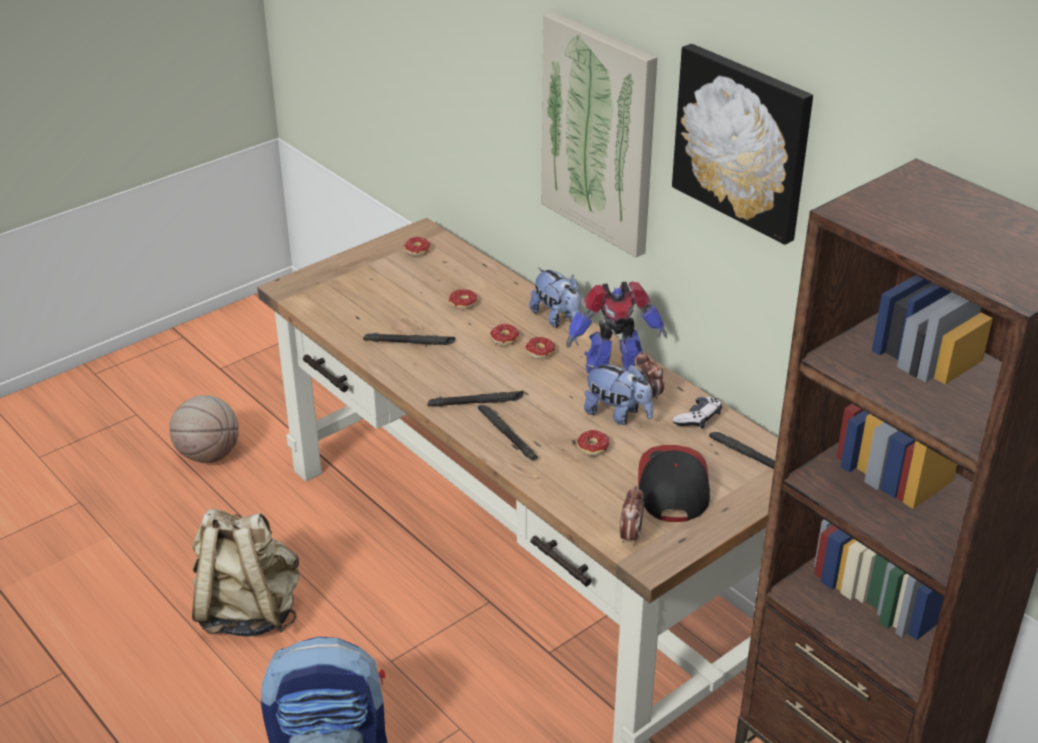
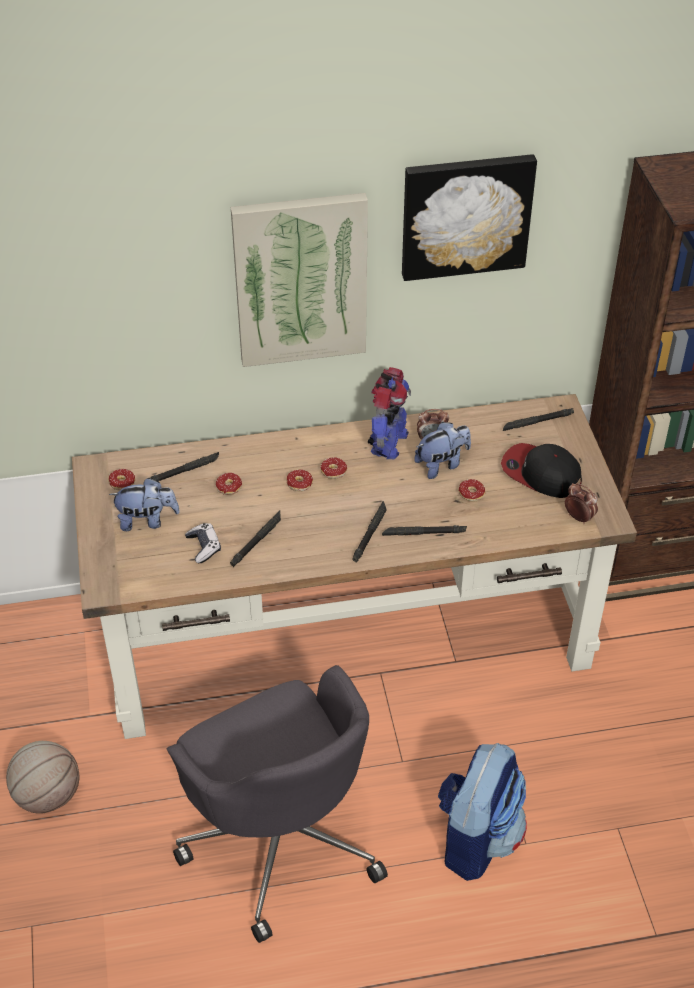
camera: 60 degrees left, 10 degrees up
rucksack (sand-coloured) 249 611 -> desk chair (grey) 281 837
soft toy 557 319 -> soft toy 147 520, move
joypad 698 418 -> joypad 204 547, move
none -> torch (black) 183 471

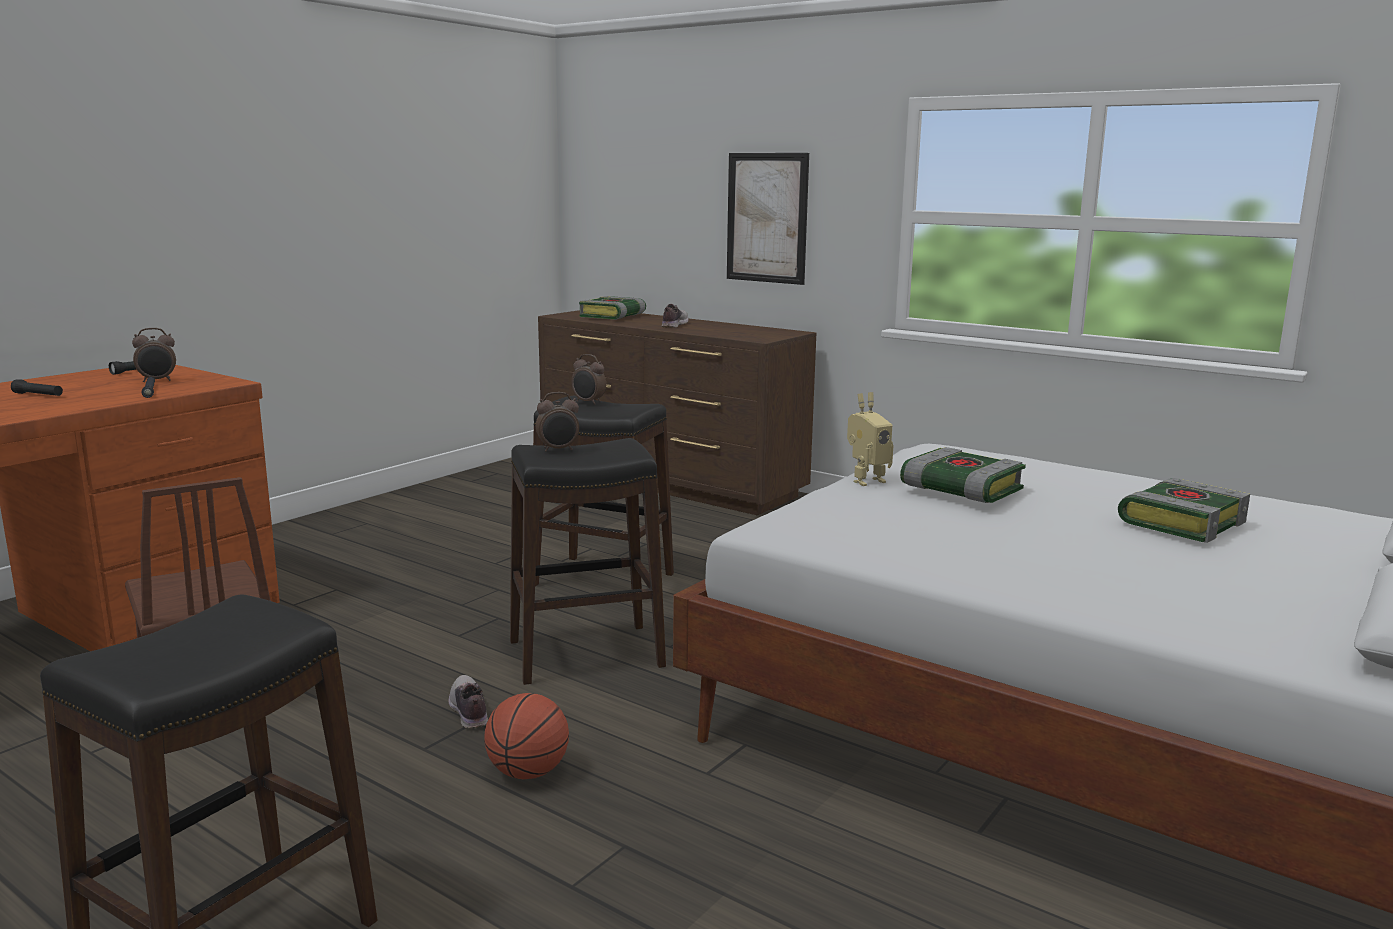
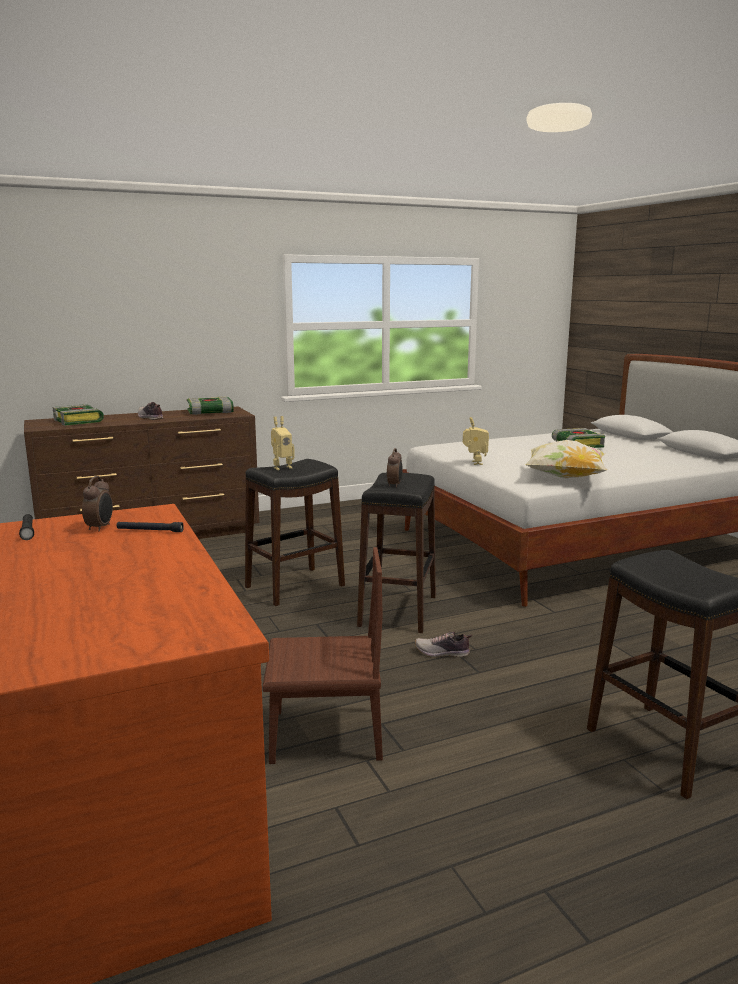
camera: 60 degrees left, 0 degrees up
torch (black) 38 395 -> none
basketball 528 773 -> none
bedside clock 588 402 -> robot figure 281 467
picture 767 218 -> none
book 959 489 -> book 209 412, move
none -> cushion 565 478

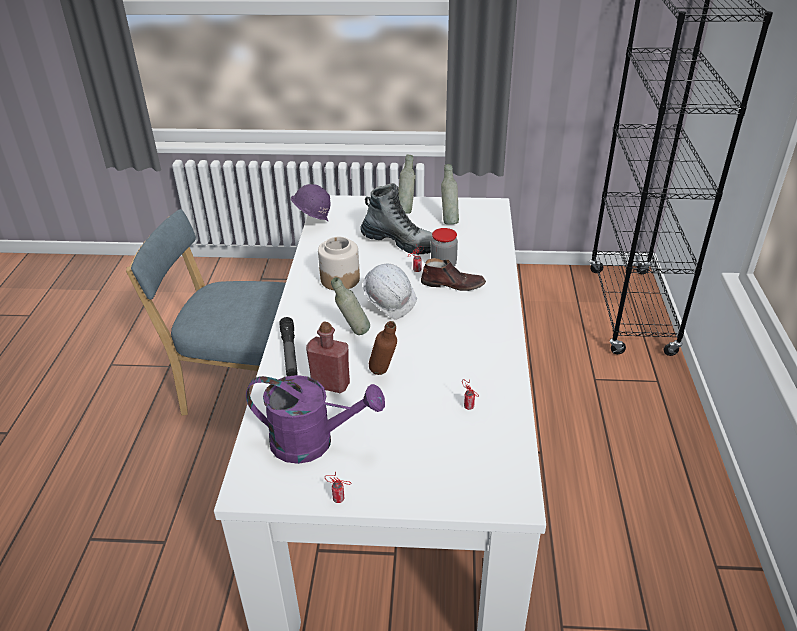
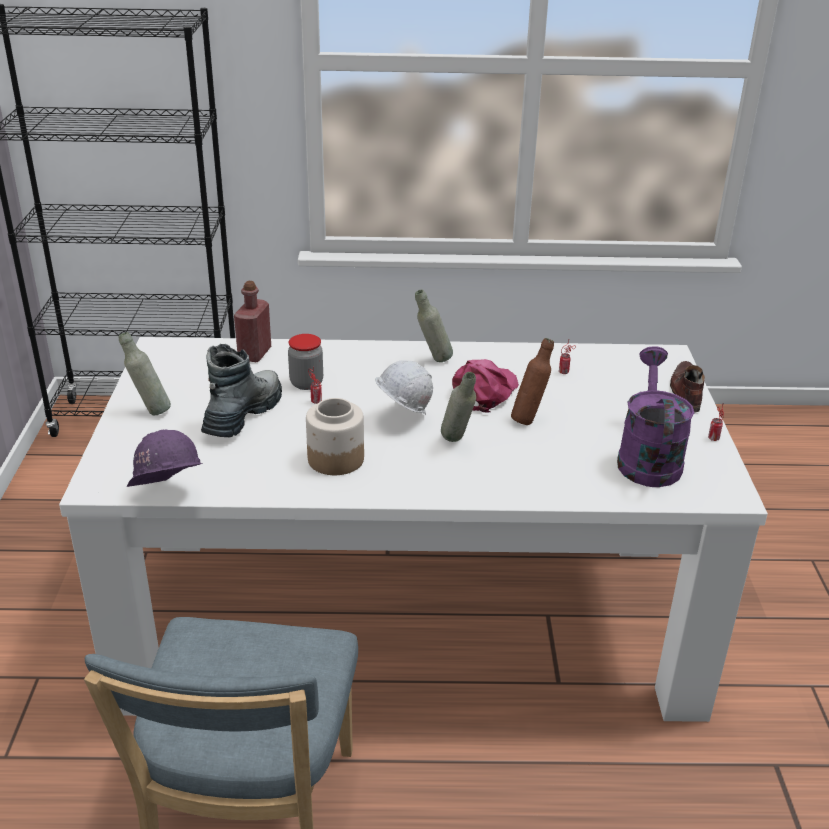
camera: 95 degrees left, 5 degrees down
torch 289 352 -> none
beverage bottle (red-coloured) 330 384 -> beverage bottle (red-coloured) 254 354, move
item of footwear (brown) 453 284 -> item of footwear (brown) 685 392, move
beverage bottle (grey) 449 221 -> beverage bottle (grey) 433 361, move
none -> cap (pink-coloured) 484 392

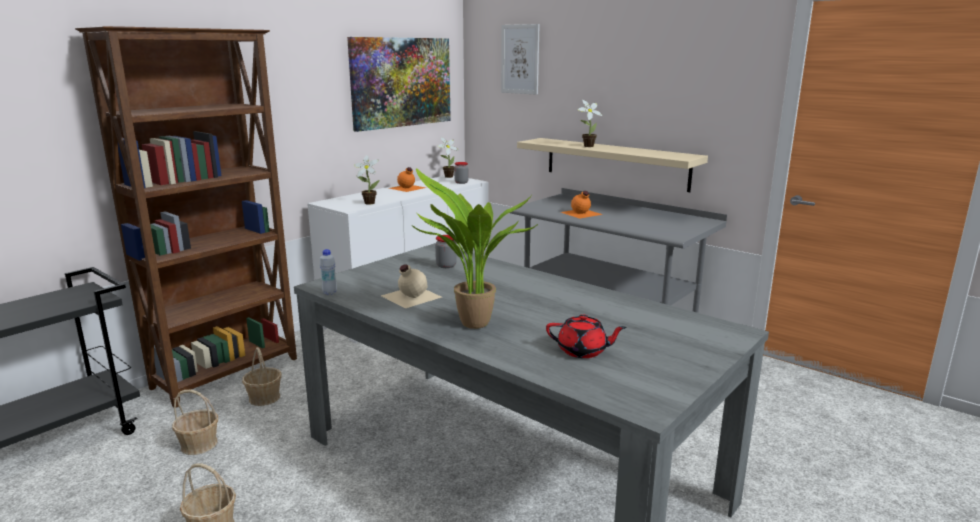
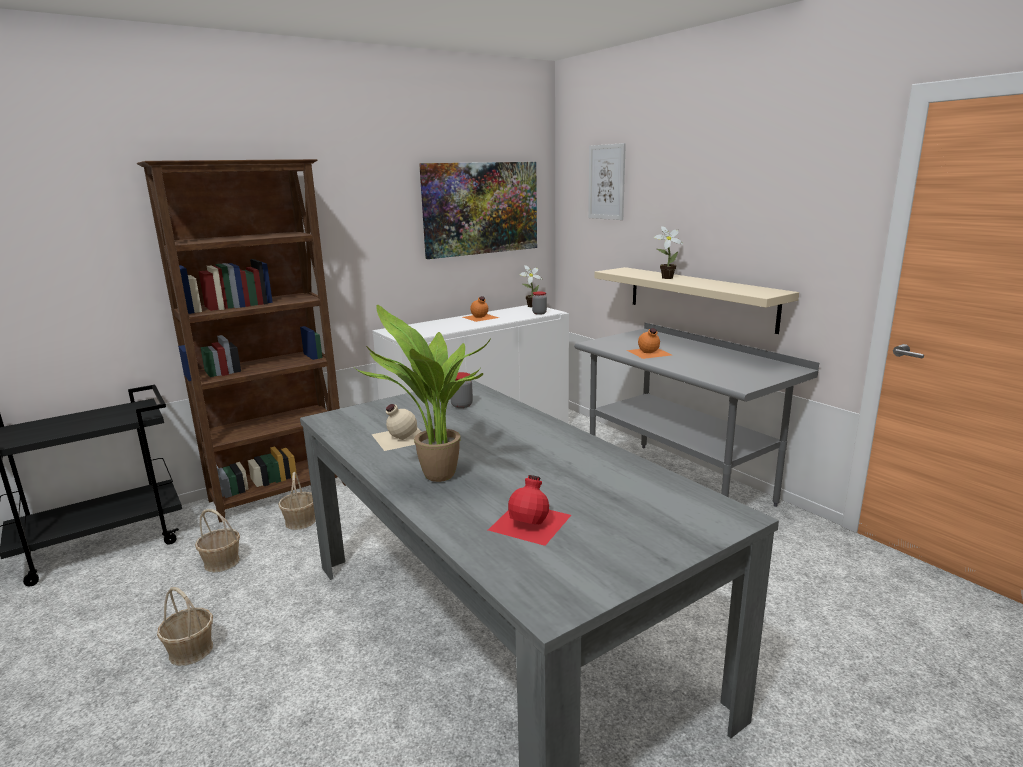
camera: 15 degrees right, 0 degrees up
beverage bottle (white) 329 292 -> none
plant in a pot 368 203 -> none
tea pot (red-coloured) 583 351 -> beverage bottle (red-coloured) 531 522

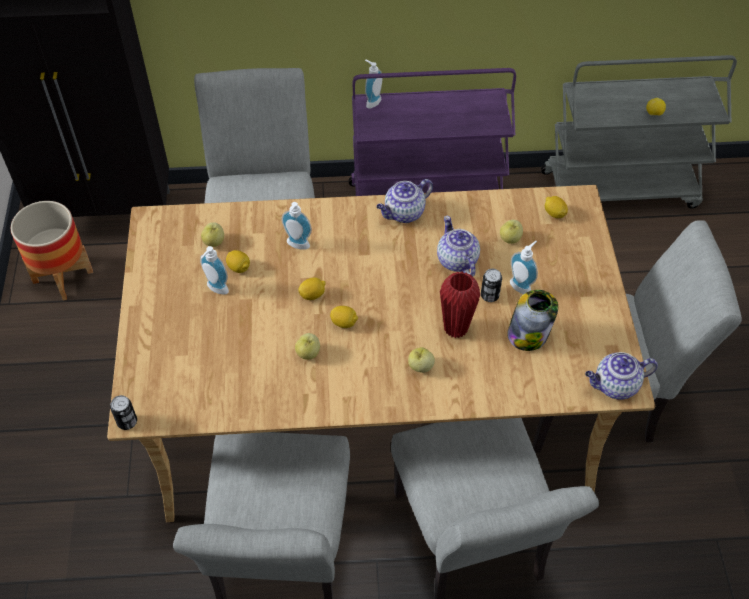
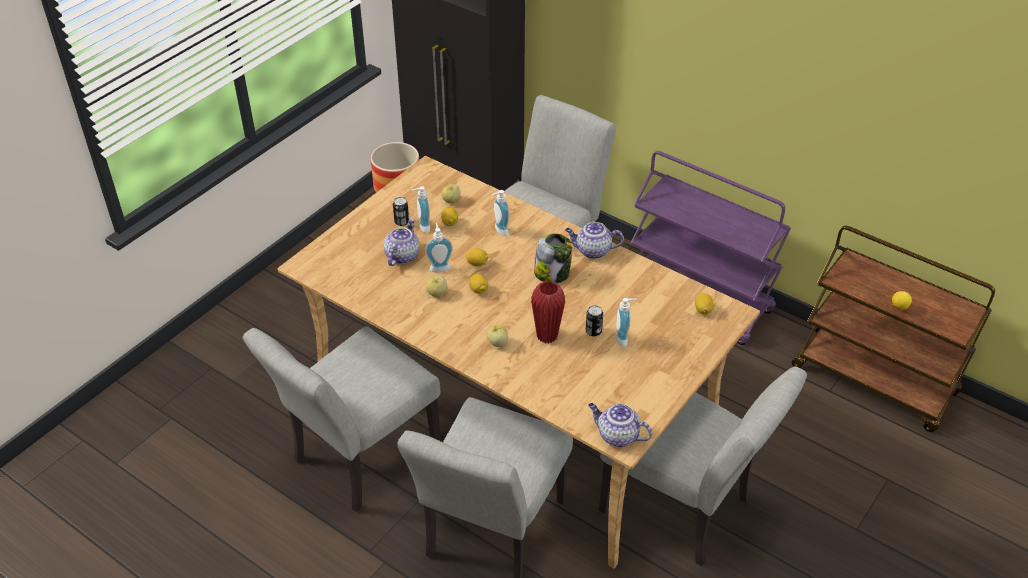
camera: 40 degrees right, 10 degrees down
can 127 422 -> can 401 222, move
soap dispenser 371 101 -> soap dispenser 439 267, move
tea pot 456 260 -> tea pot 402 255, move
apple fruit 510 239 -> none
jar 528 334 -> jar 552 273, move
trolley (grey) 620 188 -> trolley (brown) 875 380

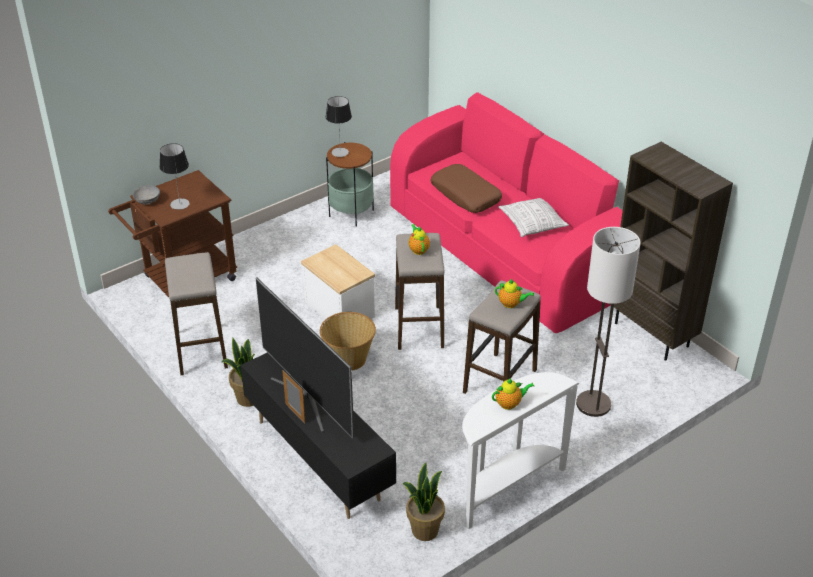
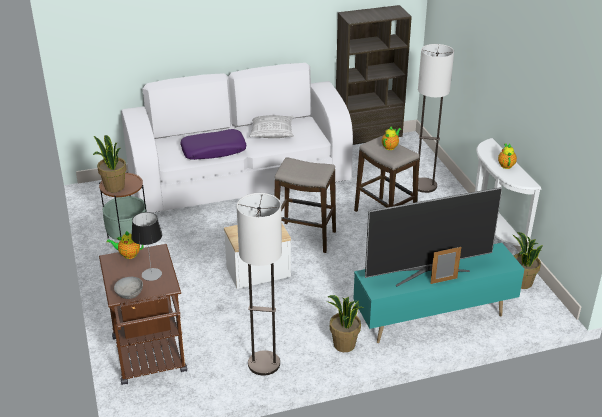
camera: 70 degrees left, 5 degrees down
stool 201 350 -> standing lamp 263 364
tv stand (black) 318 459 -> tv stand (blue-green) 433 319
storage basket 348 359 -> none
tabletop lamp 340 152 -> plant in a pot 114 187
settee (pink-coloured) 504 252 -> settee (white) 240 179
tea pot 418 249 -> tea pot 128 255, move
cushion (brown) 466 195 -> cushion (purplish) 213 150

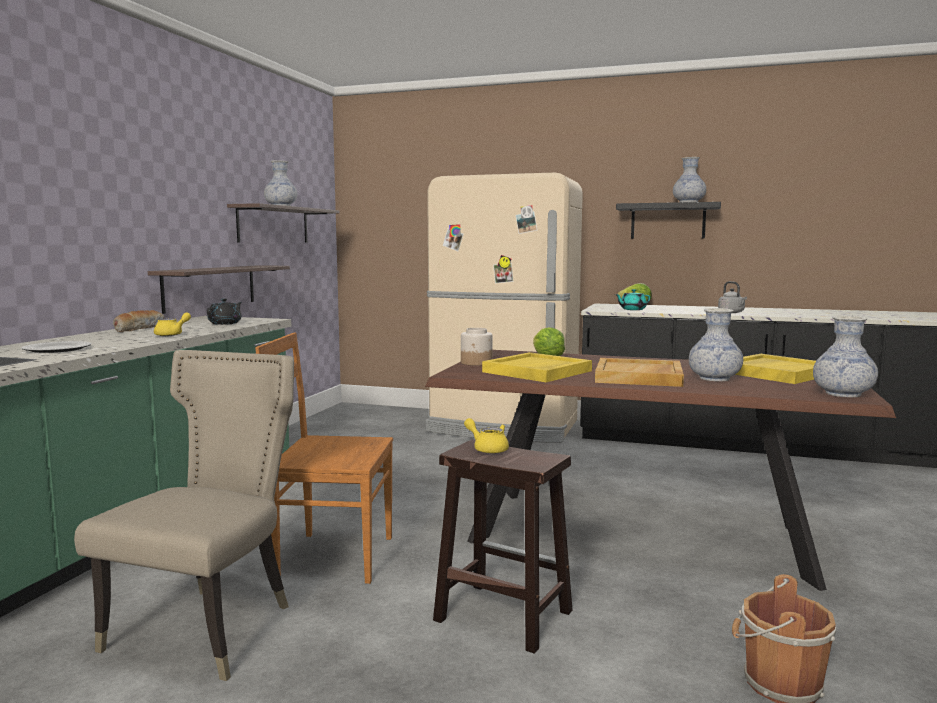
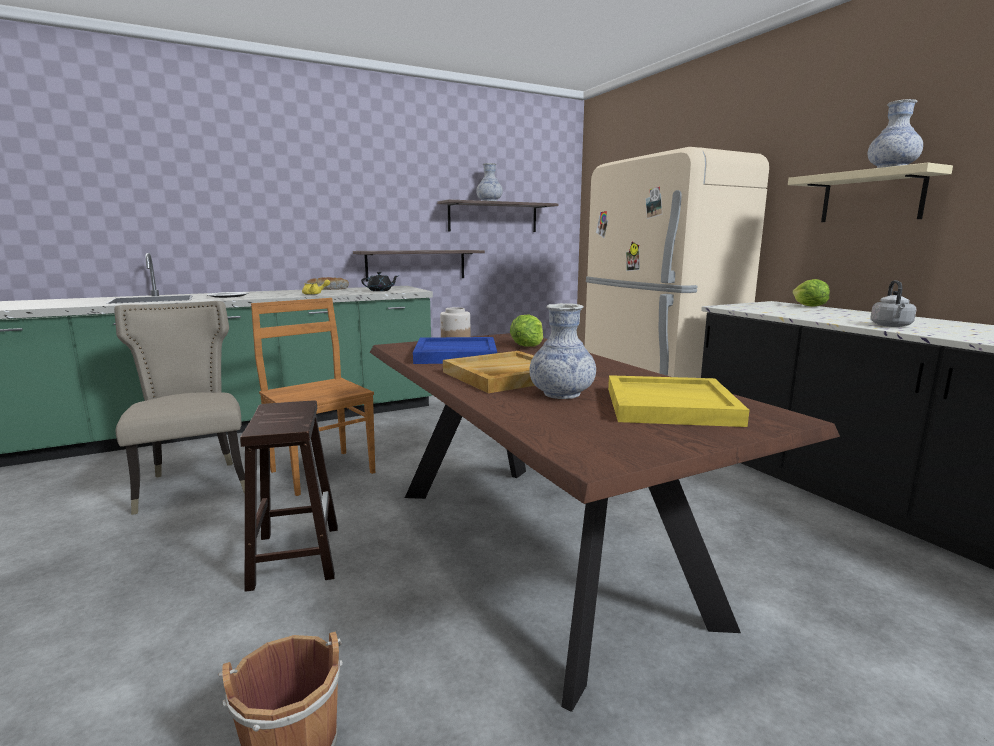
camera: 45 degrees right, 5 degrees up
upright chair (sand-coloured) 209 627 -> upright chair (sand-coloured) 194 484, 90 degrees counterclockwise
tea pot (yellow) 487 449 -> none
tray (yellow) 537 371 -> tray (blue) 455 355
tea pot (blue-green) 632 309 -> none
bracket shelf (black) 668 221 -> bracket shelf (sand-coloured) 871 197
decorative vase 843 394 -> none

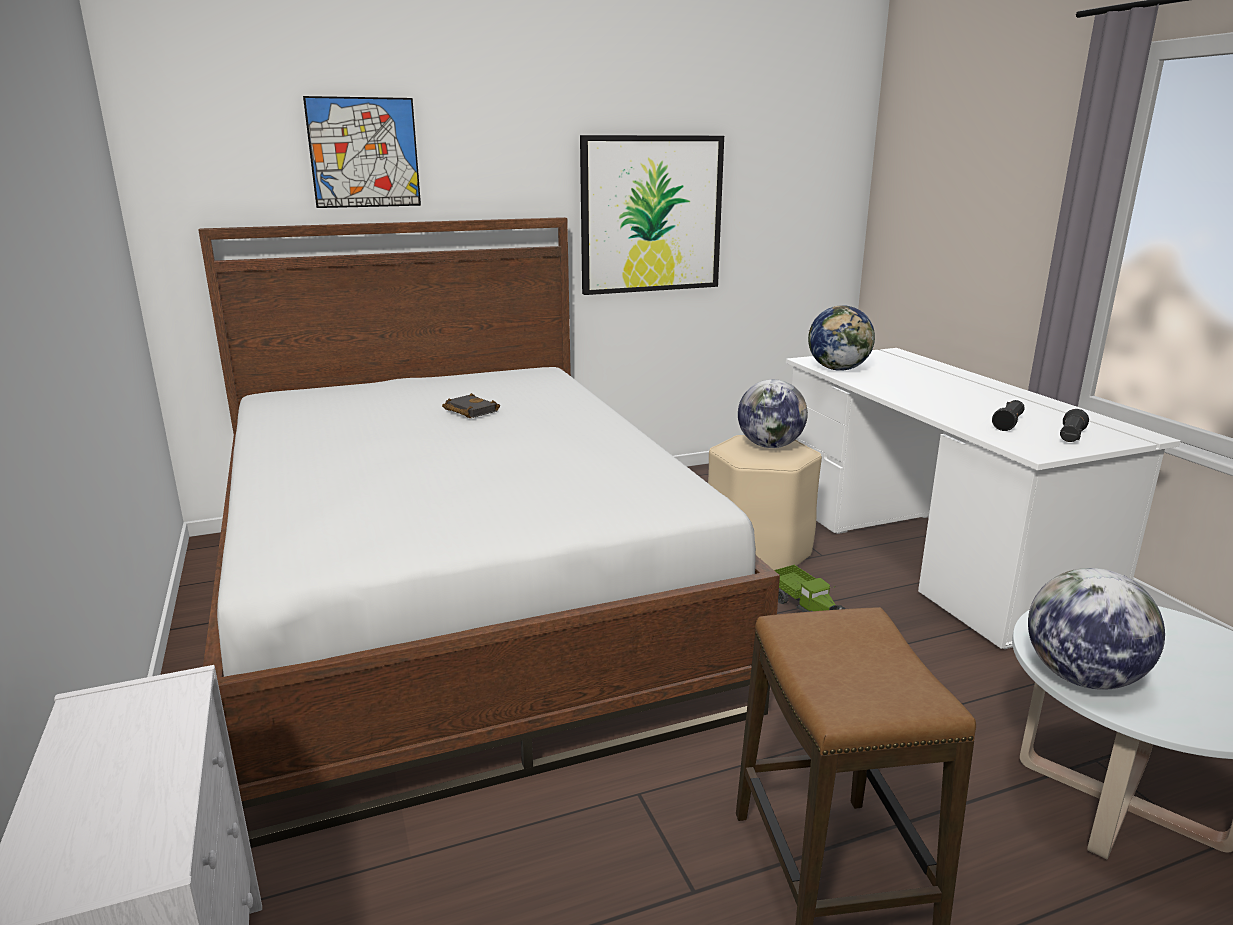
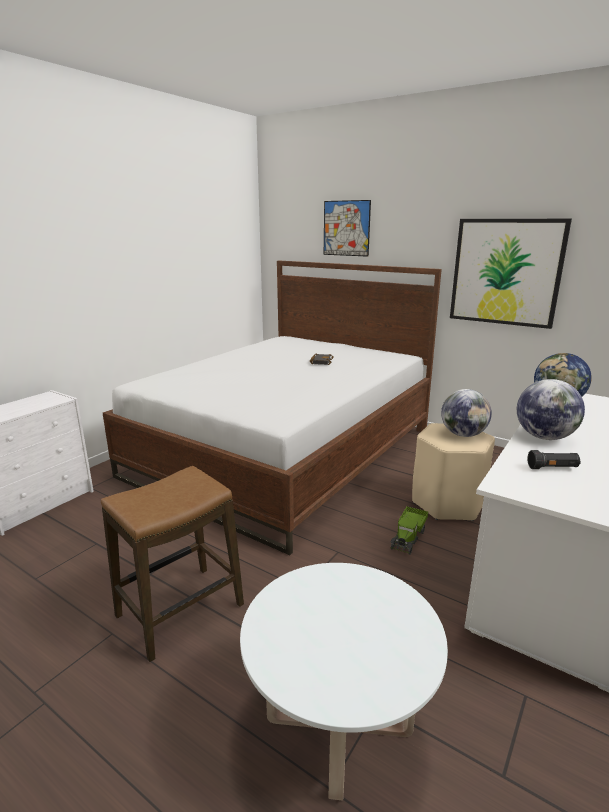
camera: 55 degrees right, 0 degrees up
desk globe 1082 678 -> desk globe 544 437, move
torch (black) 1070 437 -> none

